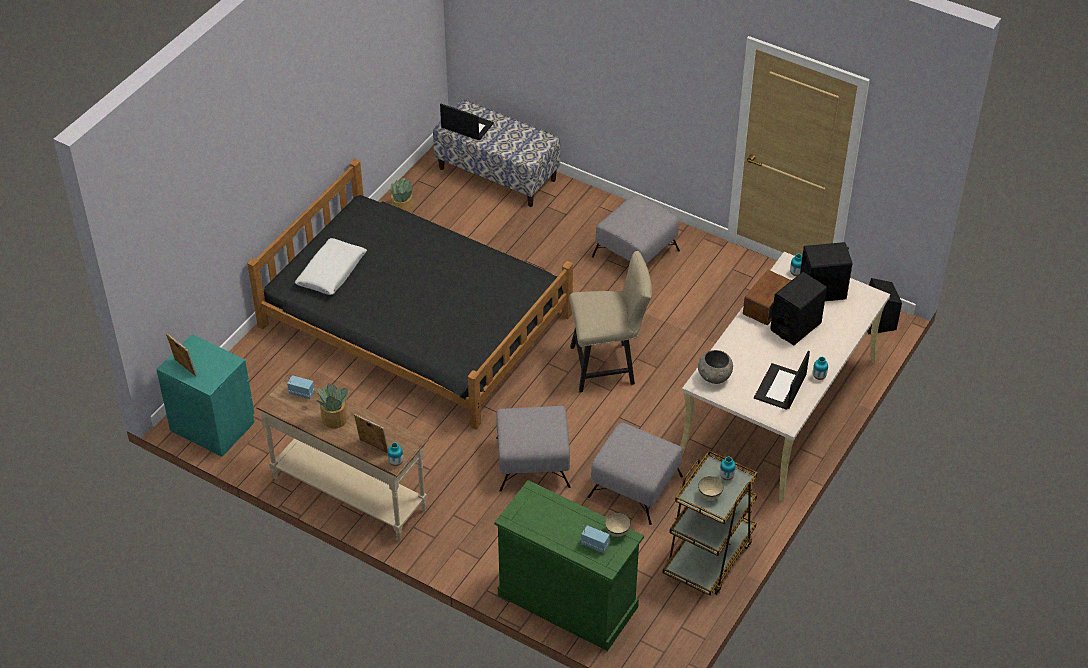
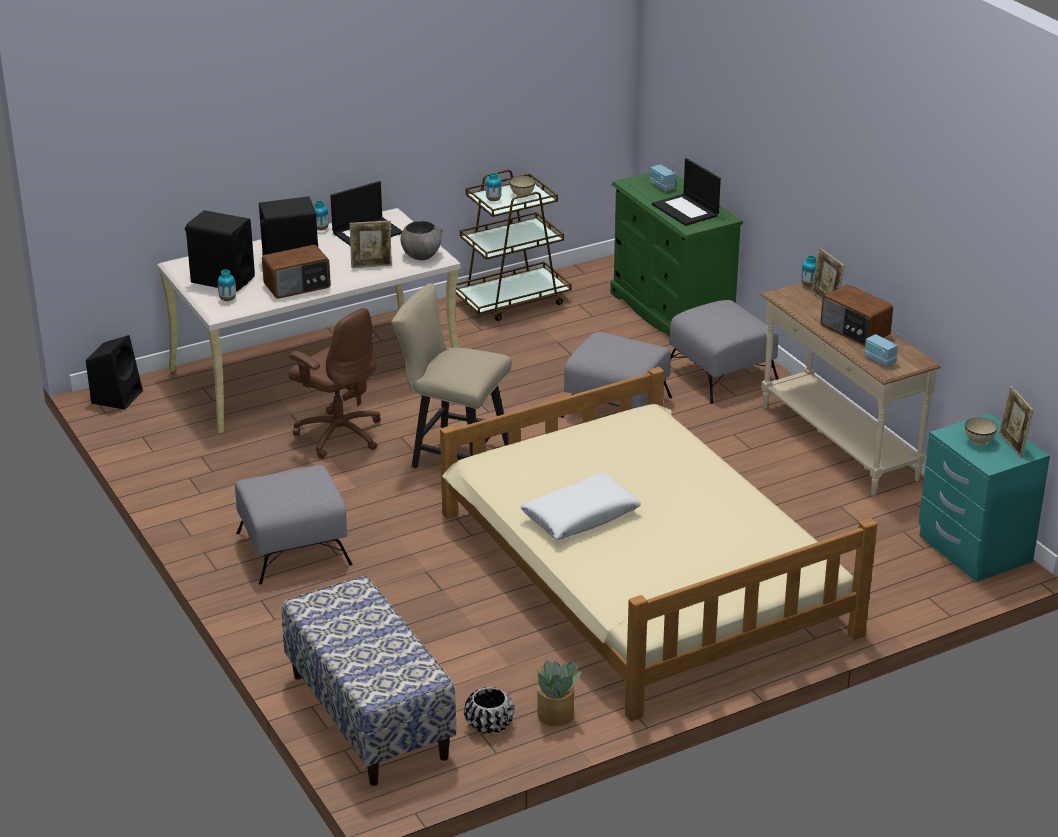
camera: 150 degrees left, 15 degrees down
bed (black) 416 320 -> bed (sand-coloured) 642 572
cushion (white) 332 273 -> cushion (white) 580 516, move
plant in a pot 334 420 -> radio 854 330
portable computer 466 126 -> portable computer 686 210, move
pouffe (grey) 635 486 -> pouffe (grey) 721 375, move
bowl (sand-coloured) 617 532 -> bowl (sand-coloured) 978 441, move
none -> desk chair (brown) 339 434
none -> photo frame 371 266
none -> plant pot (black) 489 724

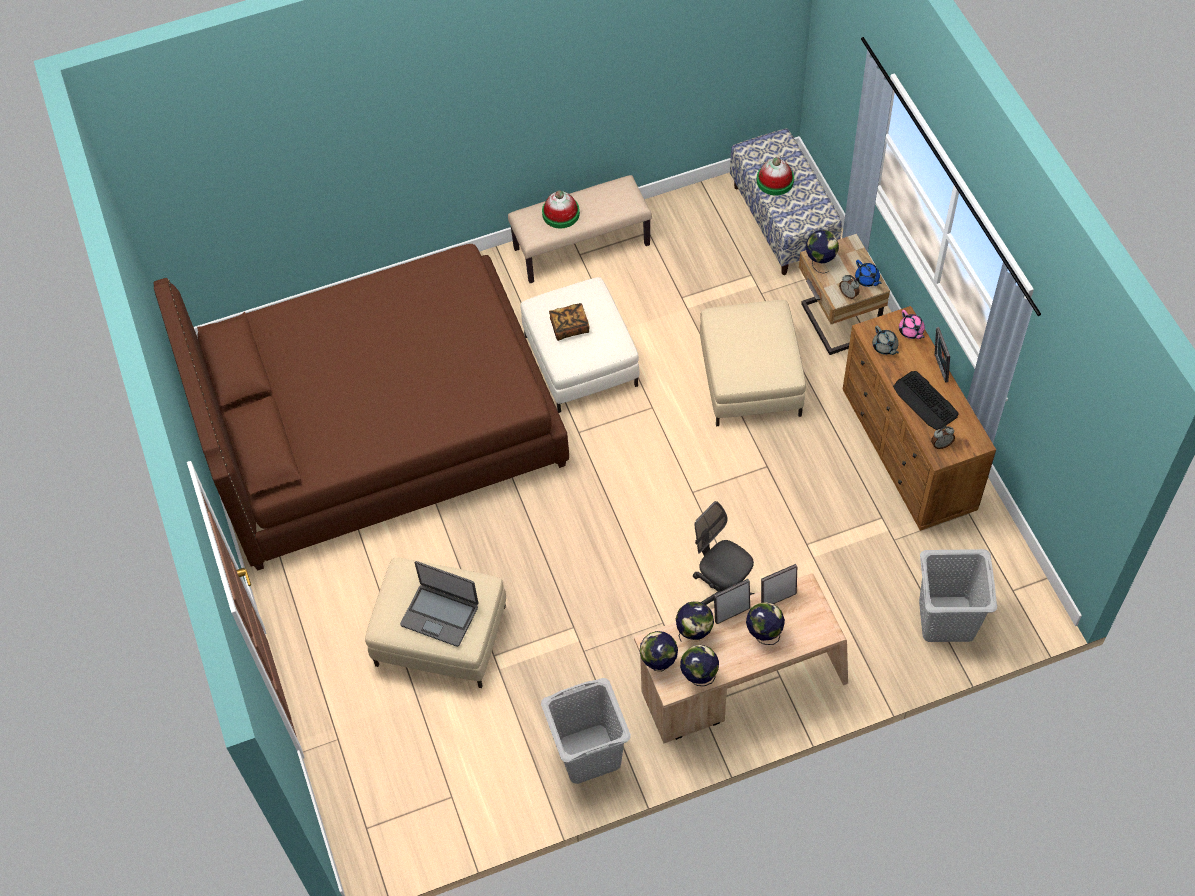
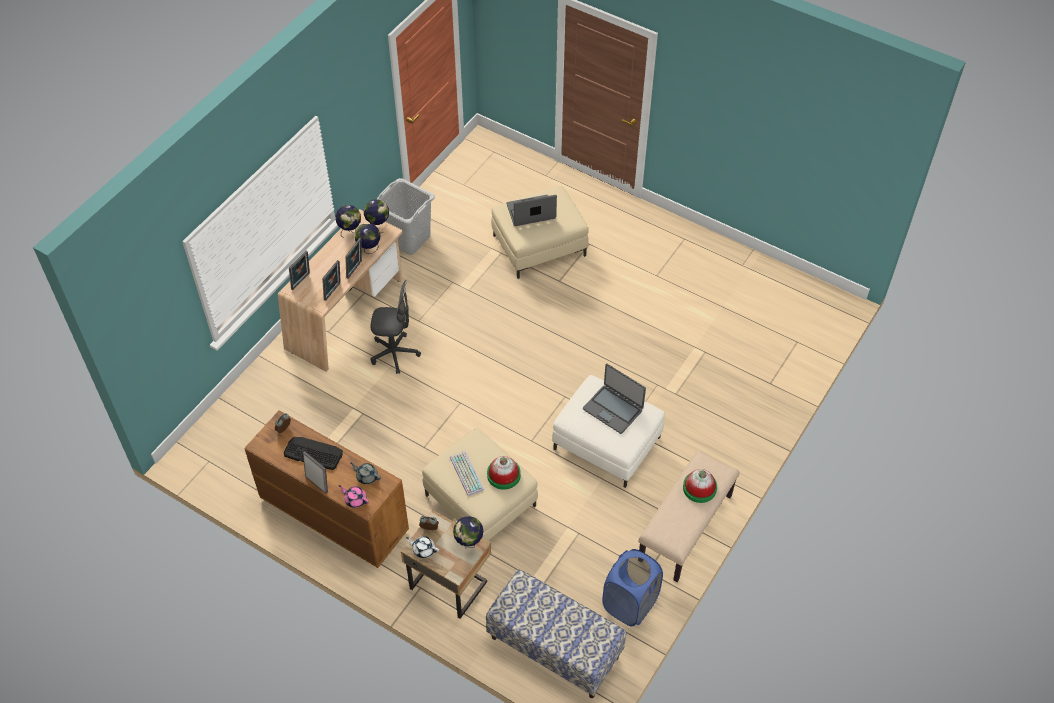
camera: 140 degrees right, 5 degrees down
bed (brown) 379 427 -> none
book 569 327 -> portable computer 613 409
desk globe 763 634 -> none
hat 775 181 -> hat 503 475, move
tea pot (blue) 867 279 -> tea pot (white) 423 549
laundry basket (grey) 947 619 -> none
none -> photo frame 301 282
none -> PC keyboard 465 473
none -> laundry basket (blue) 630 604

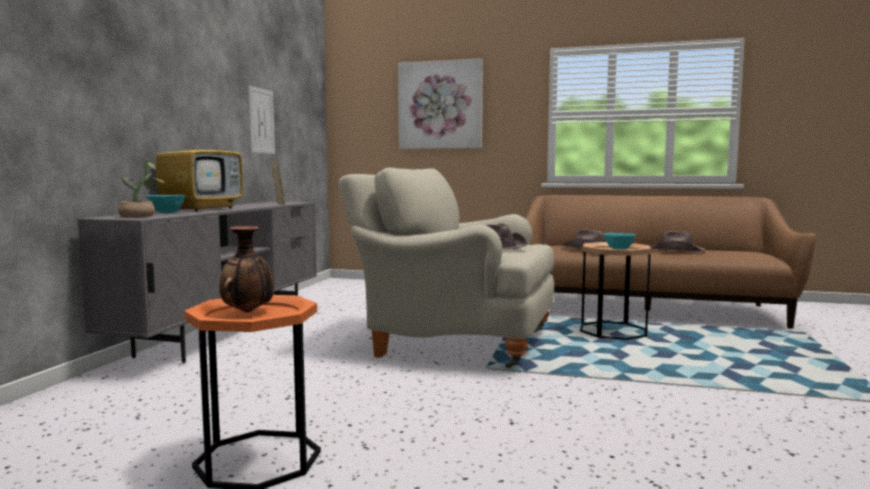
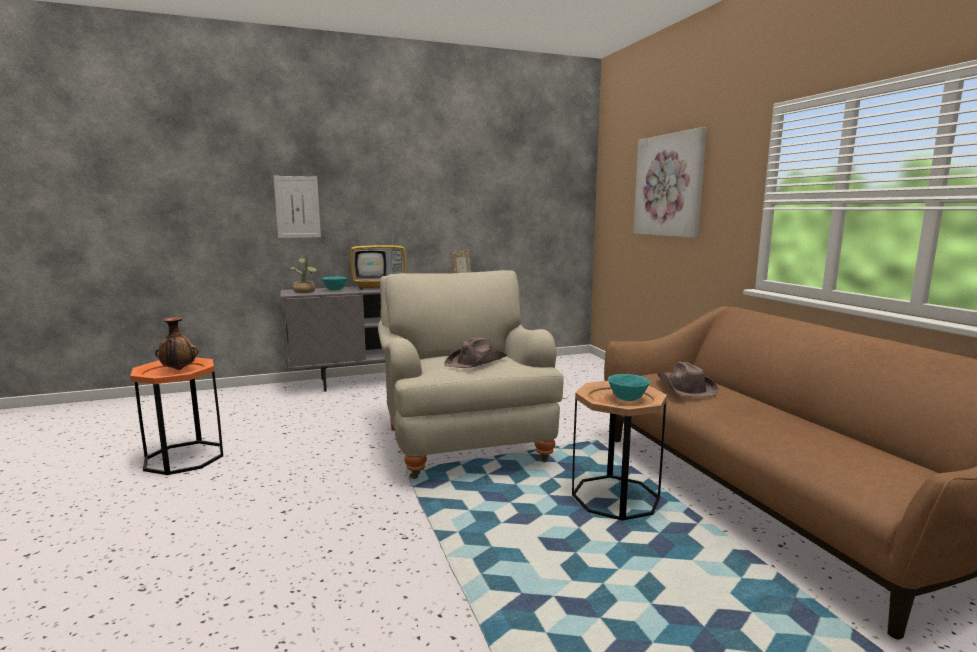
camera: 55 degrees right, 5 degrees up
picture 261 121 -> picture 297 207, move
hat (brown) 676 250 -> none

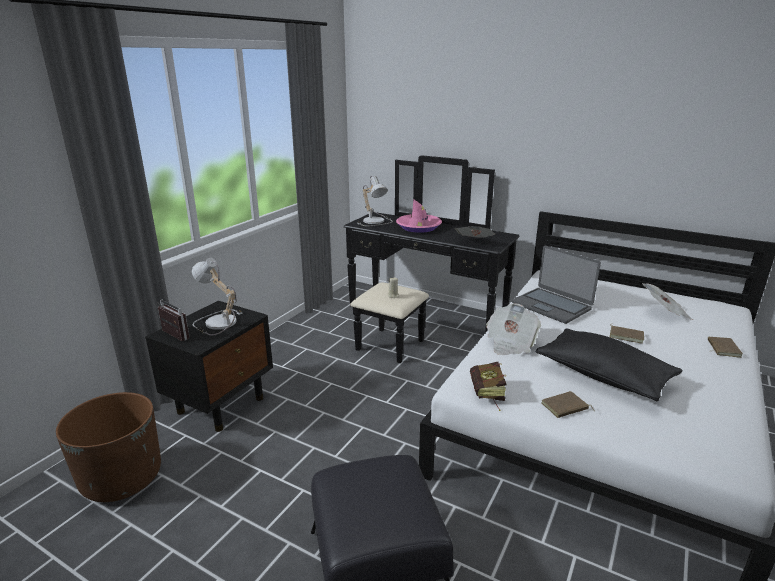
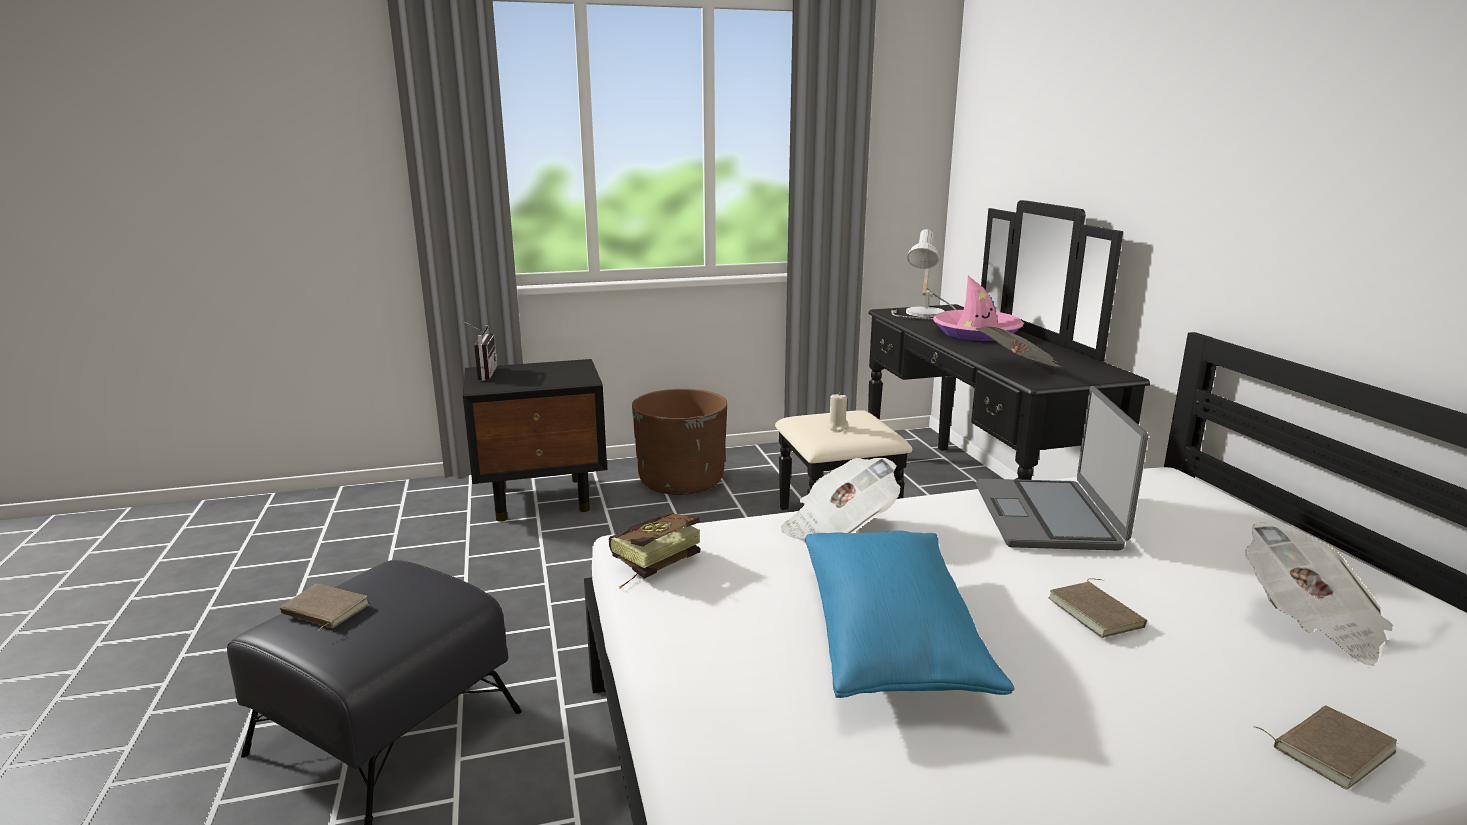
camera: 45 degrees right, 5 degrees down
plant pot (brown) 122 478 -> plant pot (brown) 681 481, move
tabletop lamp 217 323 -> none
cushion (black) 603 376 -> cushion (blue) 890 639
book (brown) 565 407 -> book (brown) 323 611, move

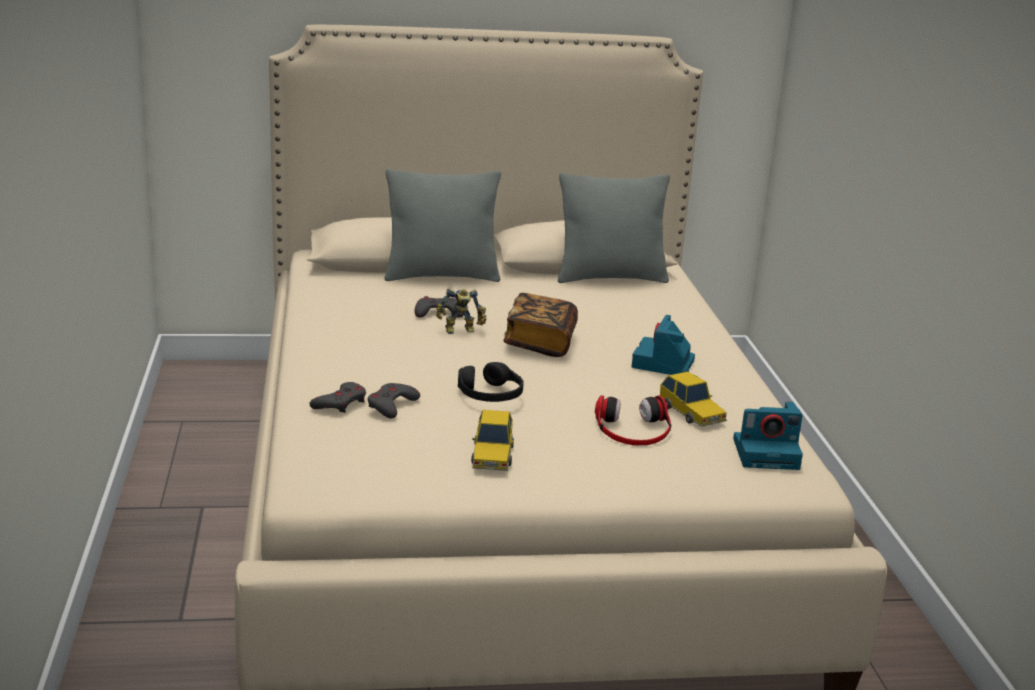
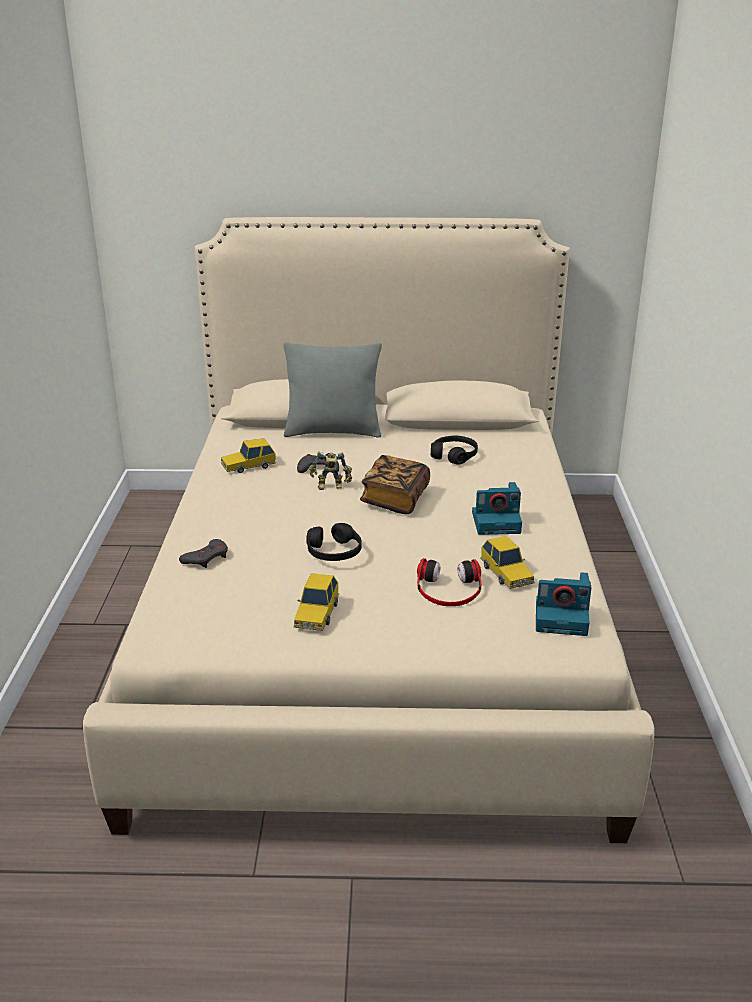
camera: 10 degrees right, 5 degrees up
joypad (grey) 391 405 -> none
cushion (grey) 610 278 -> none
still camera 663 364 -> still camera 497 522, 120 degrees counterclockwise
none -> miniature car 248 466
none -> pair of headphones (black) 454 455

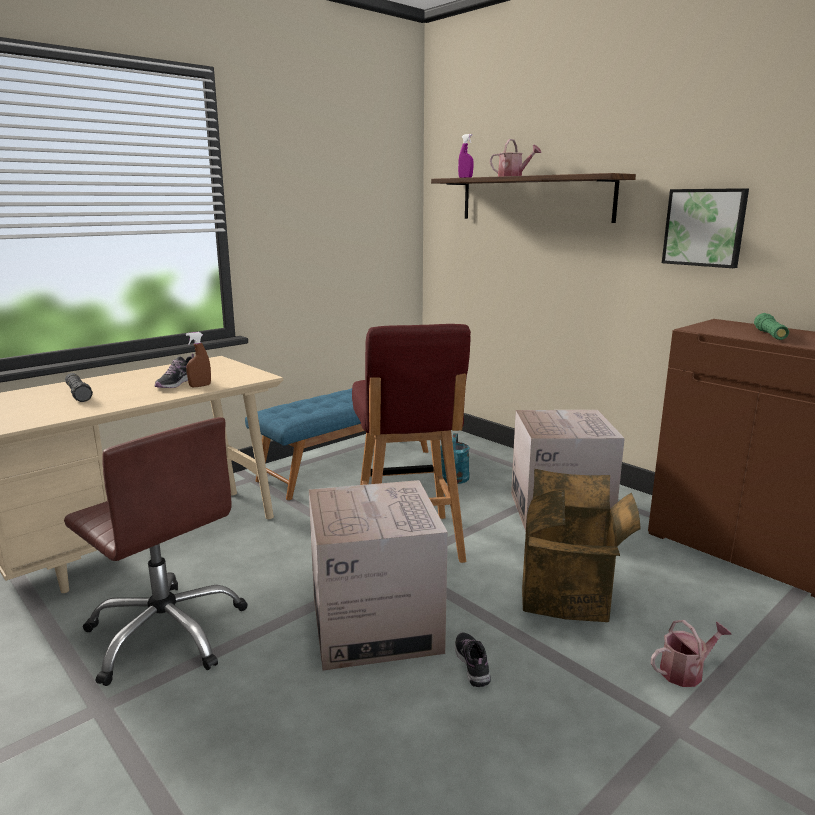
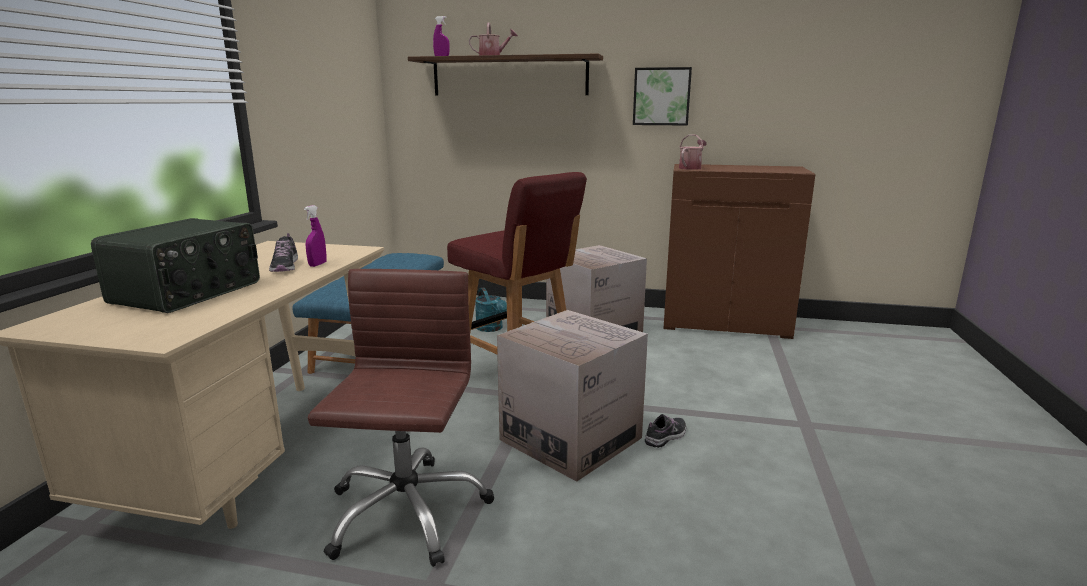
camera: 35 degrees left, 0 degrees up
desk chair (brown) 167 632 -> desk chair (brown) 406 511, 90 degrees counterclockwise
torch (black) 78 394 -> radio 189 293
hand sprayer (brown) 200 386 -> hand sprayer (purplish) 317 264
item of footwear 472 664 -> item of footwear 666 437, 90 degrees clockwise
cardboard box 570 596 -> none
watering can 686 671 -> watering can 691 168, move
torch (green-coloured) 770 335 -> none

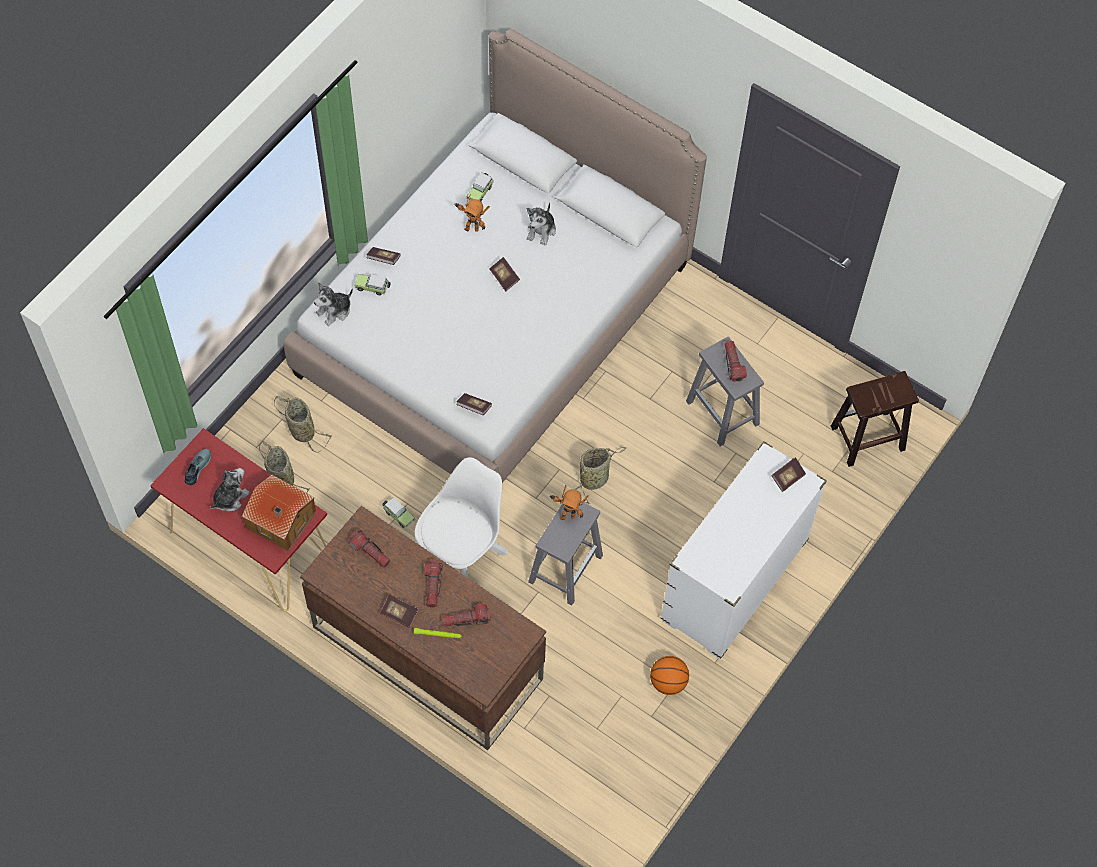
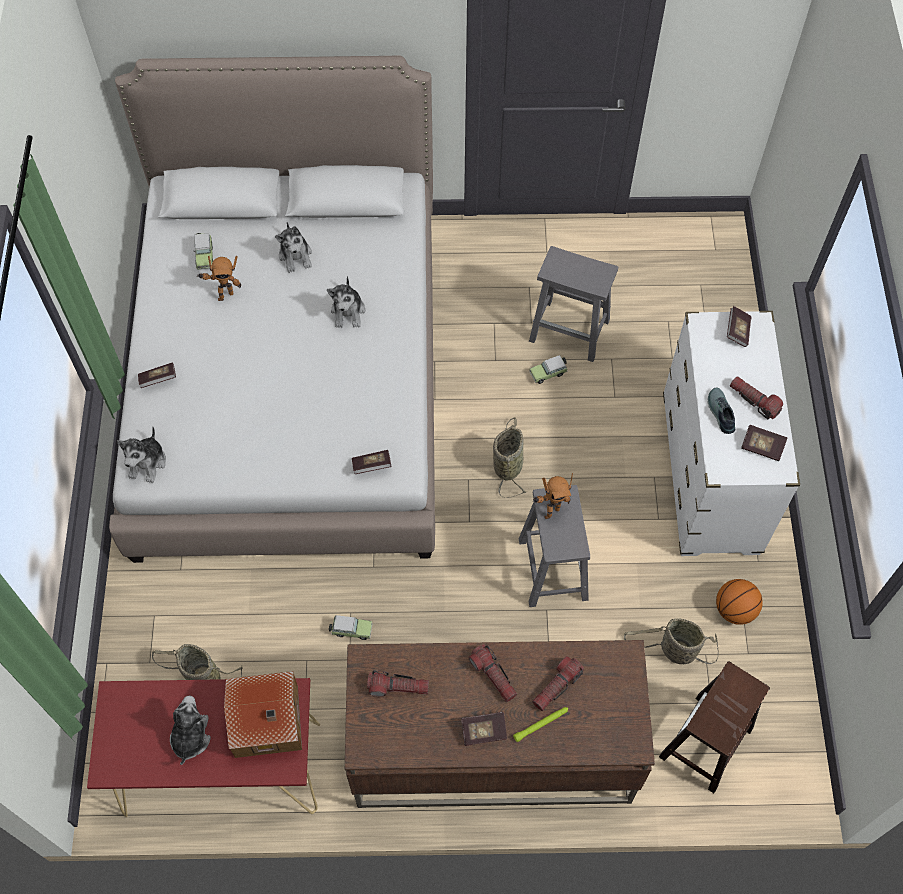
camera: 35 degrees left, 0 degrees up
item of footwear 196 468 -> item of footwear 720 413, move
storage basket 301 430 -> storage basket 675 650, move
miniature car 373 287 -> miniature car 549 373, move
upright chair (white) 462 557 -> none
book 504 277 -> book 762 447, move
torch 733 364 -> torch 754 400, move
stool (brown) 866 439 -> stool (brown) 705 744, move
none -> soft toy 348 311

